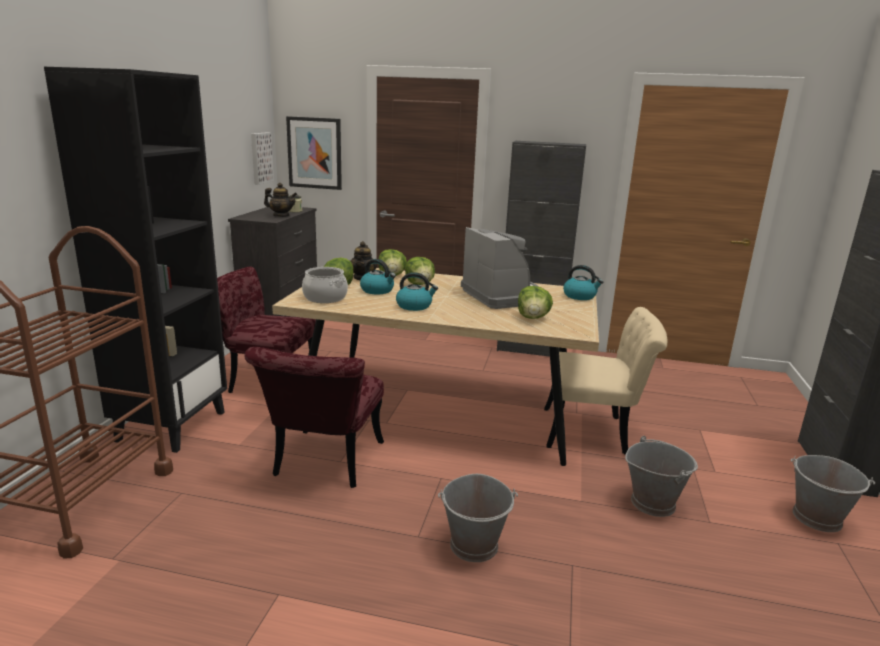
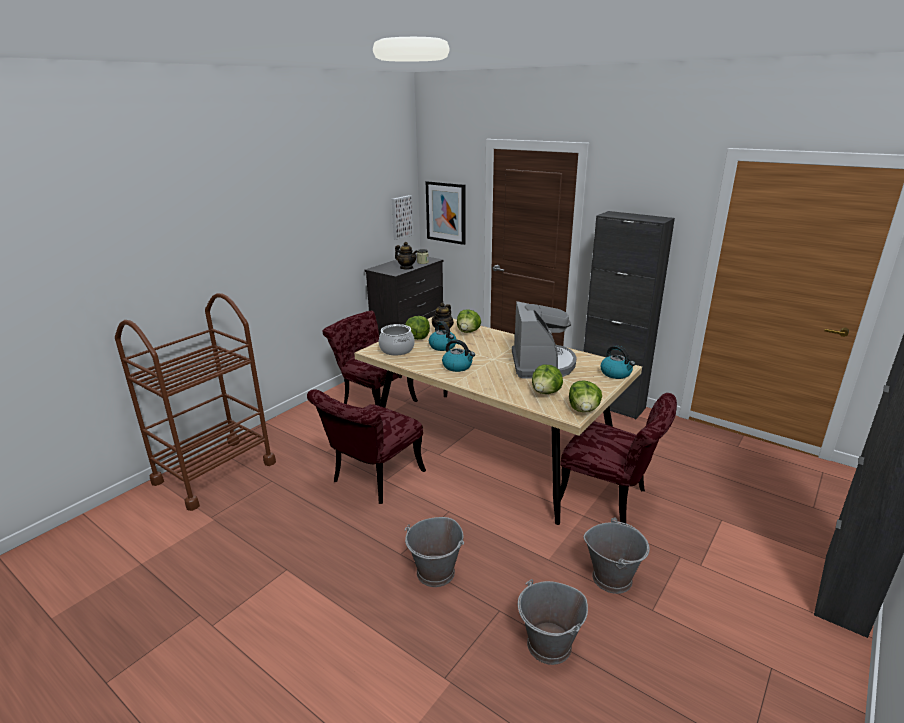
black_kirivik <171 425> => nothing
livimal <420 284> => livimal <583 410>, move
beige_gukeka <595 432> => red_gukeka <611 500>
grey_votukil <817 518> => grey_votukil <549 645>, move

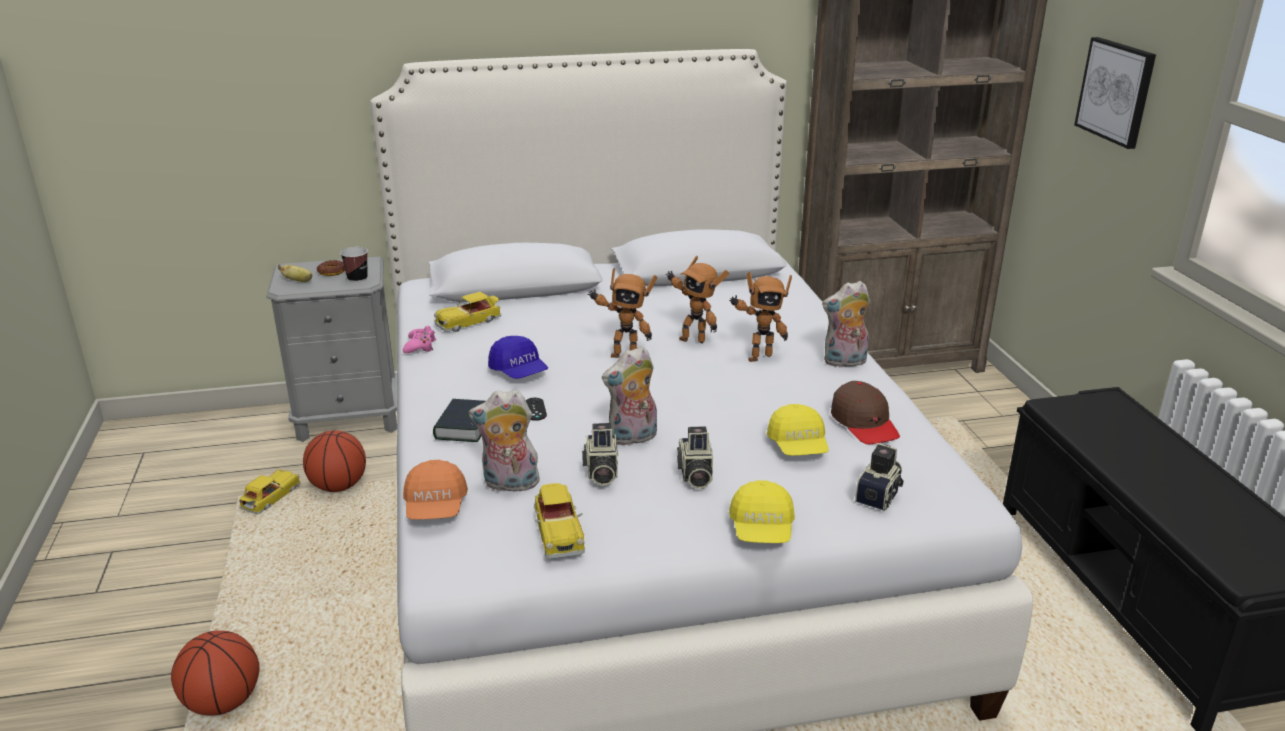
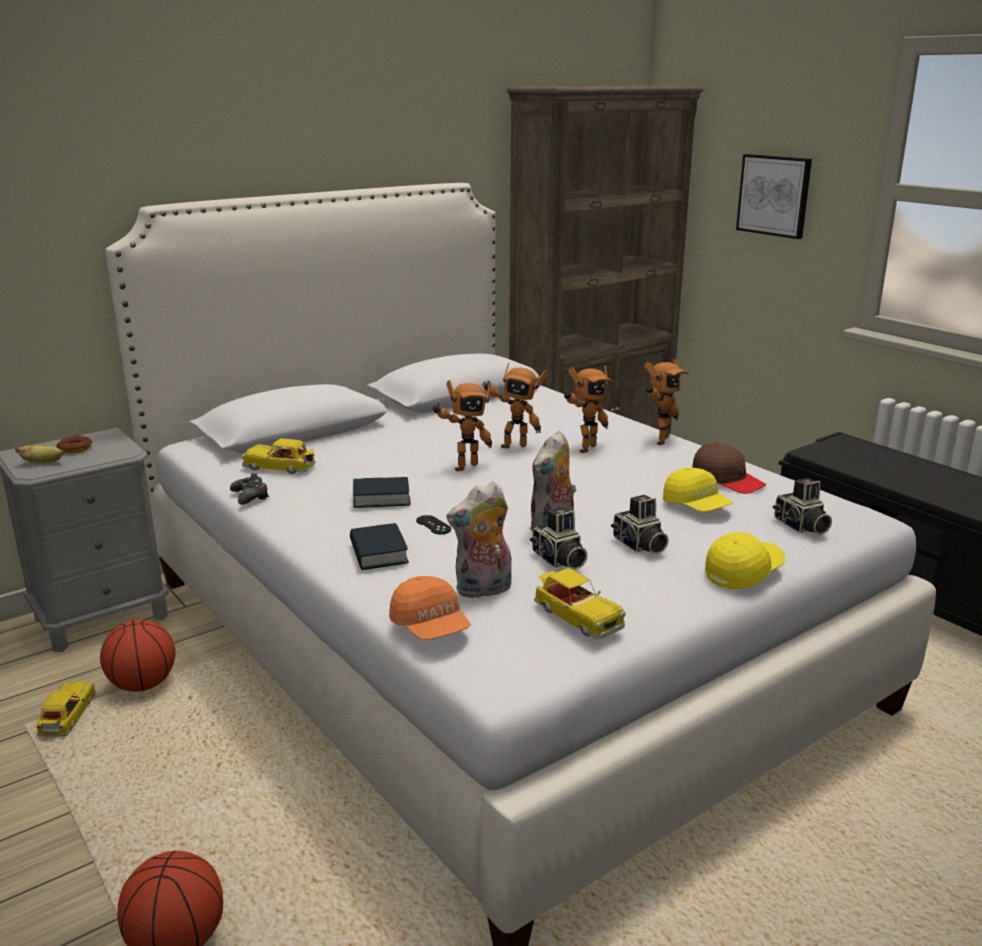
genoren <357 279> => nothing
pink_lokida <420 346> => black_lokida <250 496>
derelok <469 322> => derelok <280 467>, 75 degrees clockwise
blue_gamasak <519 372> => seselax <381 498>
yellow_gamasak <762 530> => yellow_gamasak <743 573>, 105 degrees counterclockwise
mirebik <844 362> => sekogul <659 440>
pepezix <880 495> => pepezix <800 526>, 150 degrees clockwise

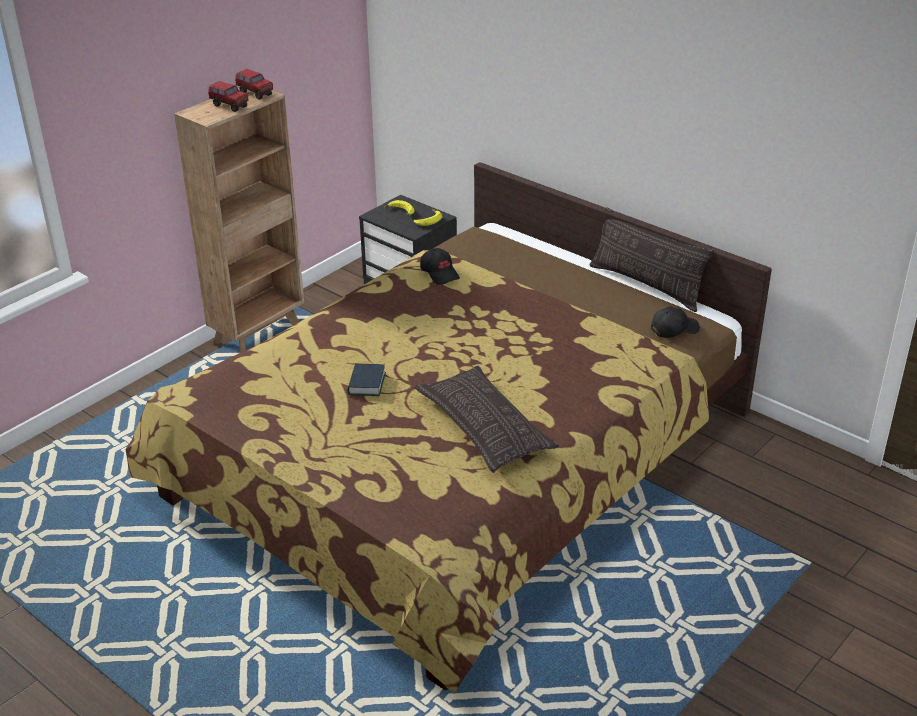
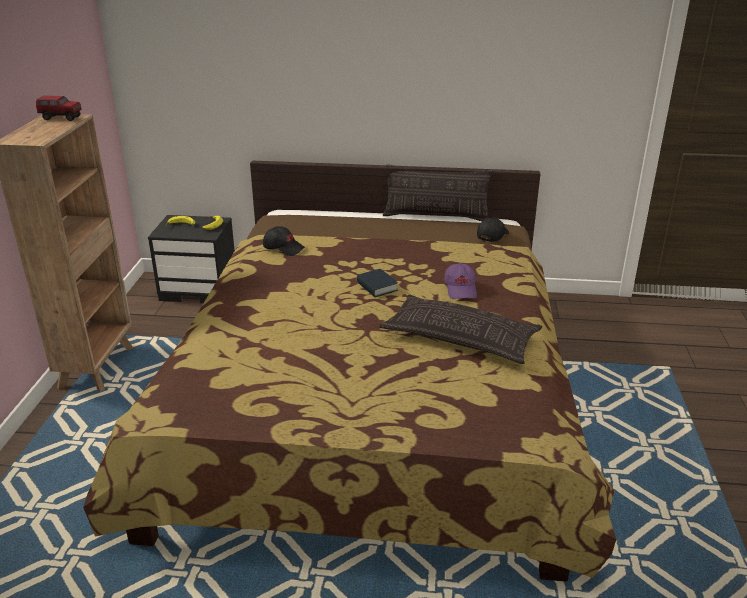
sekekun <229 106> => nothing
seselax <366 384> => seselax <377 287>, move
nothing => purple_gamasak <461 289>

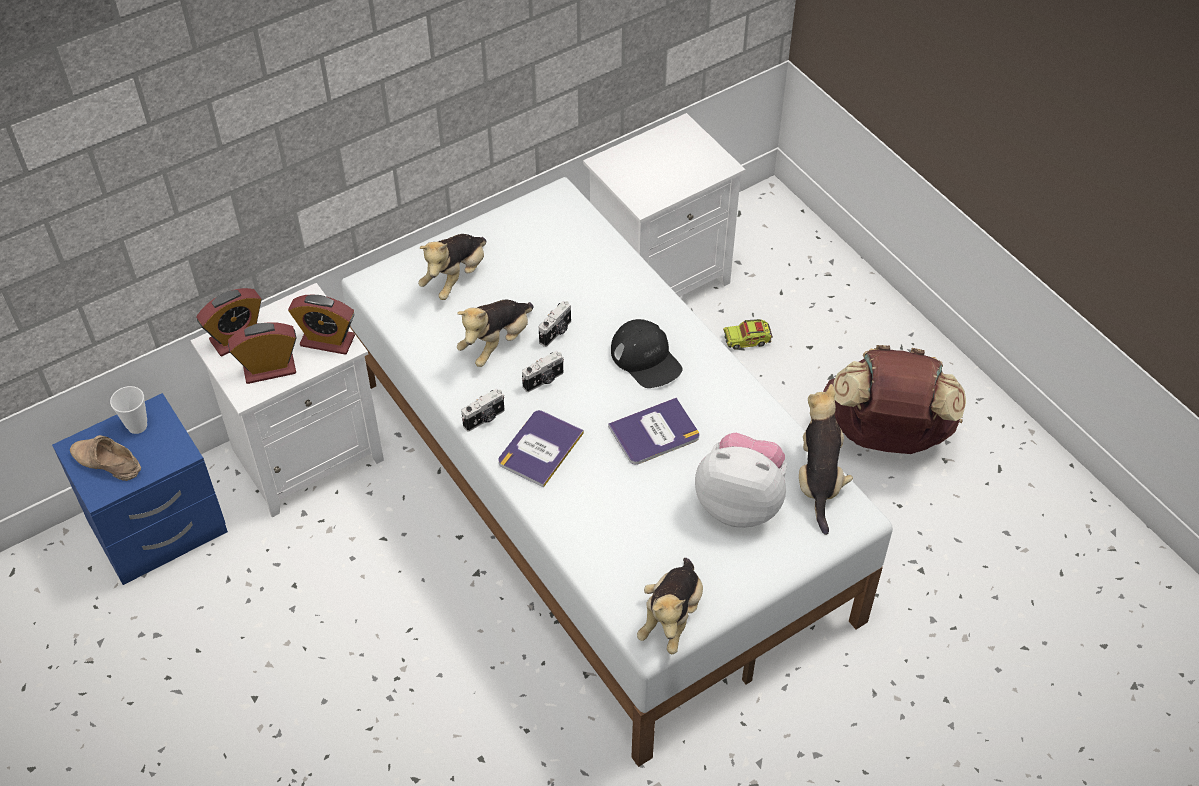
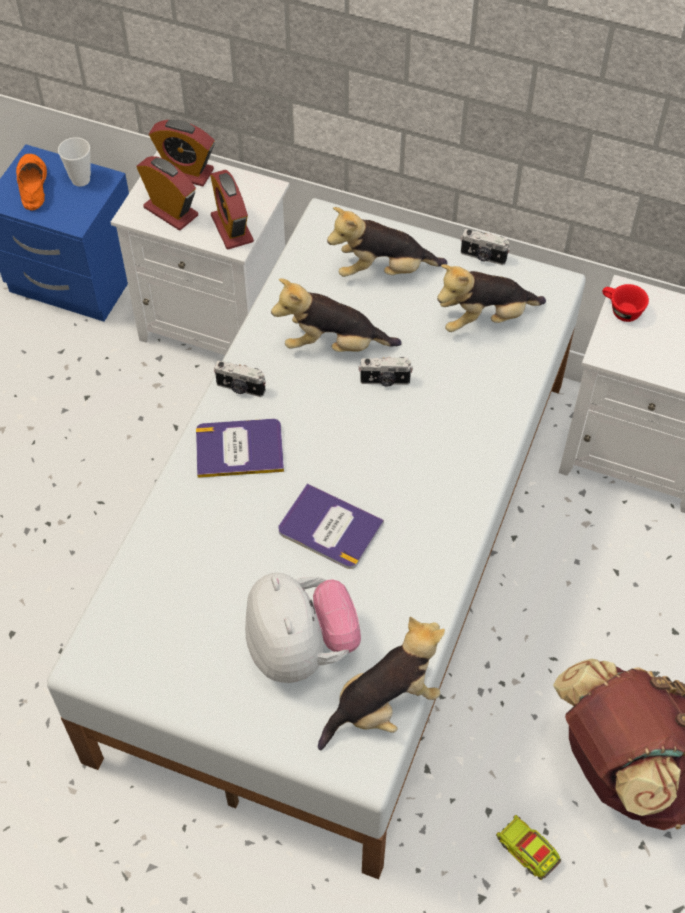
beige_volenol <105 463> => orange_volenol <31 185>
pepezix <544 380> => pepezix <483 257>, move
black_gamasak <646 358> => nothing
mirebik <671 617> => mirebik <485 319>, move
sekekun <747 339> => sekekun <527 851>, move
nothing => red_genoren <620 311>

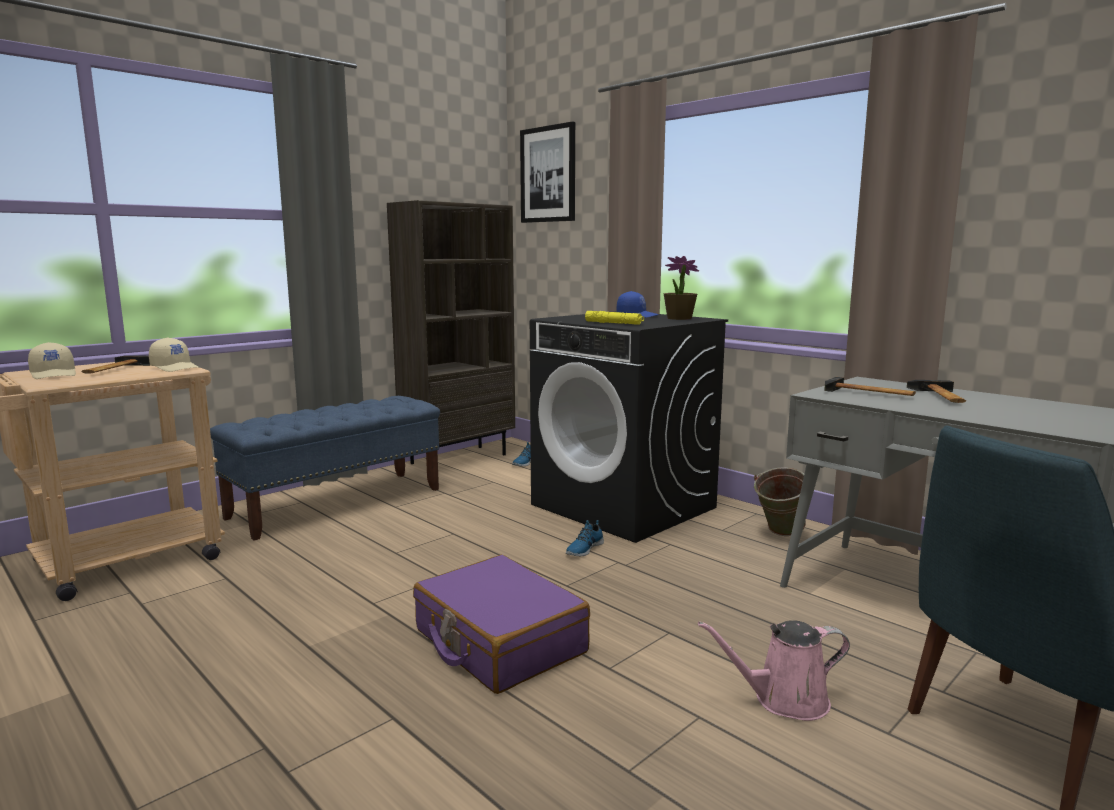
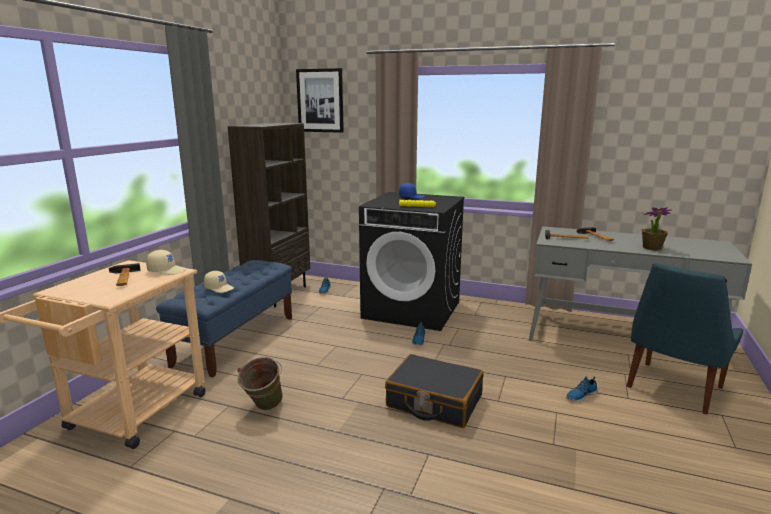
beige_gamasak <54 374> => beige_gamasak <219 288>, move
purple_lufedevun <499 642> => black_lufedevun <434 402>
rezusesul <679 318> => rezusesul <651 248>, move
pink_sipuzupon <784 700> => volenol <580 395>
green_votukil <779 534> => green_votukil <263 409>, move

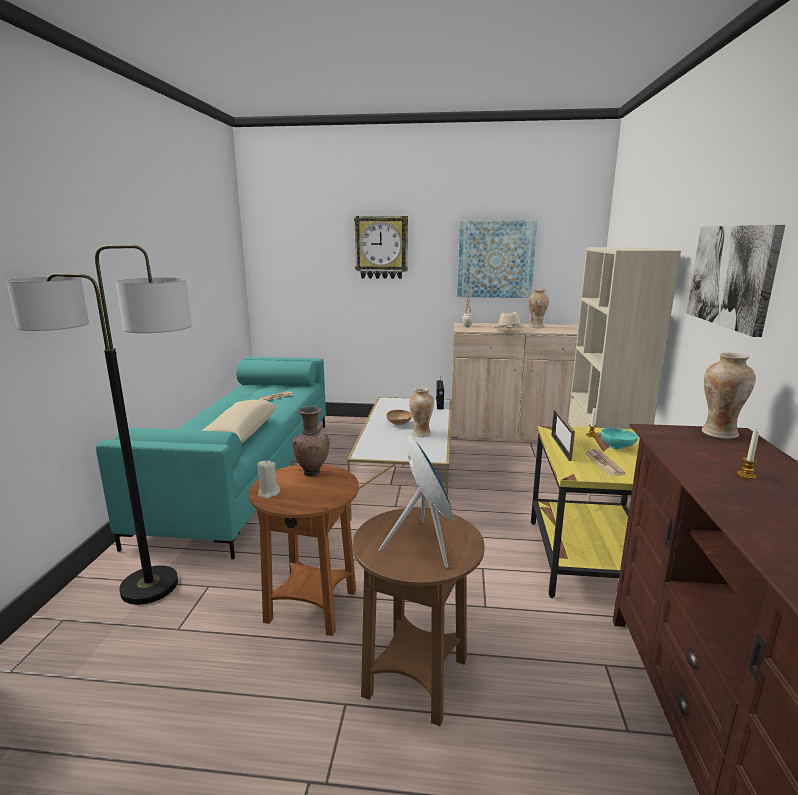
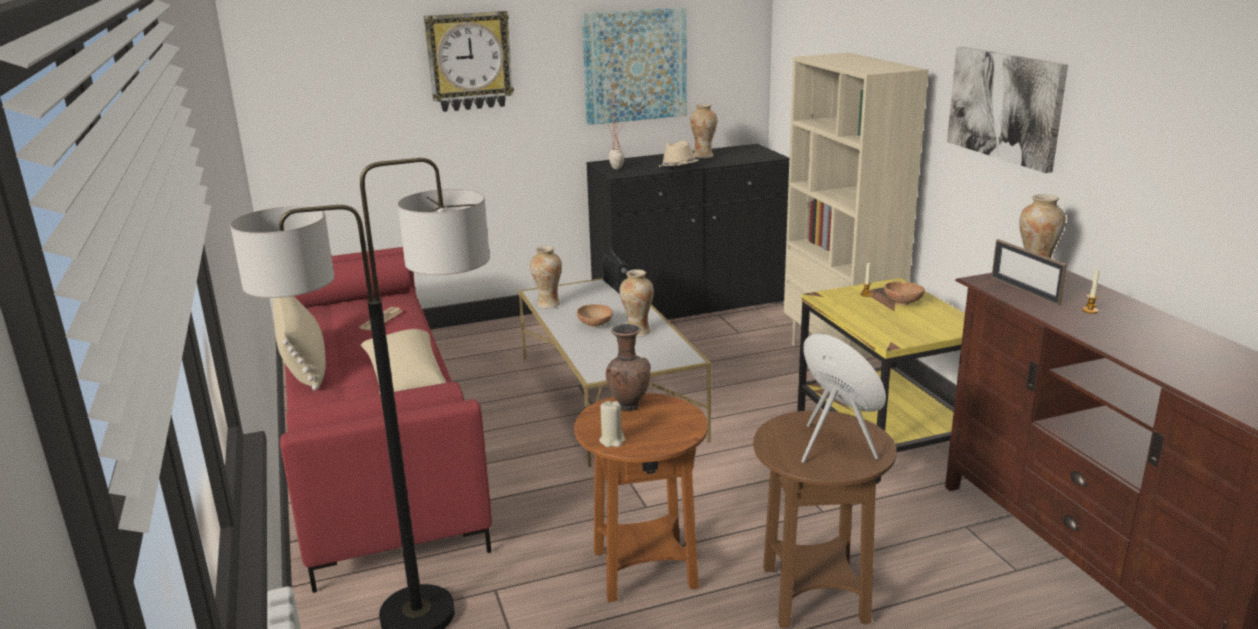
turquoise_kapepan <245 473> => red_kapepan <375 445>
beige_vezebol <515 432> => black_vezebol <689 305>
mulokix <560 447> => mulokix <1024 290>, move
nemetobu <604 463> => nothing
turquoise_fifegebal <618 447> => brown_fifegebal <903 303>
nothing => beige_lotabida <304 362>
nothing => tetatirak <548 304>

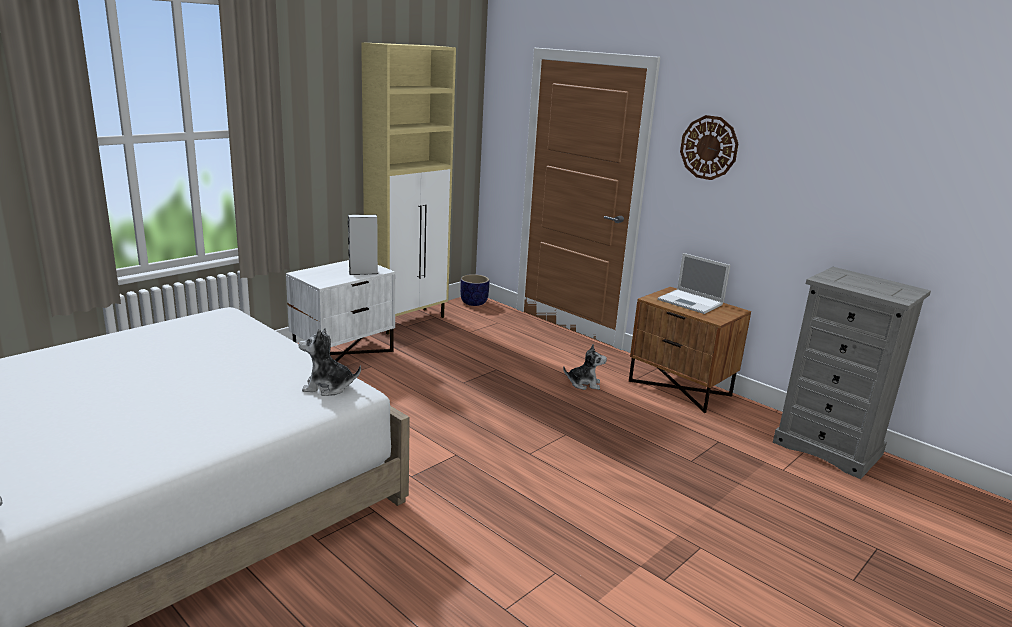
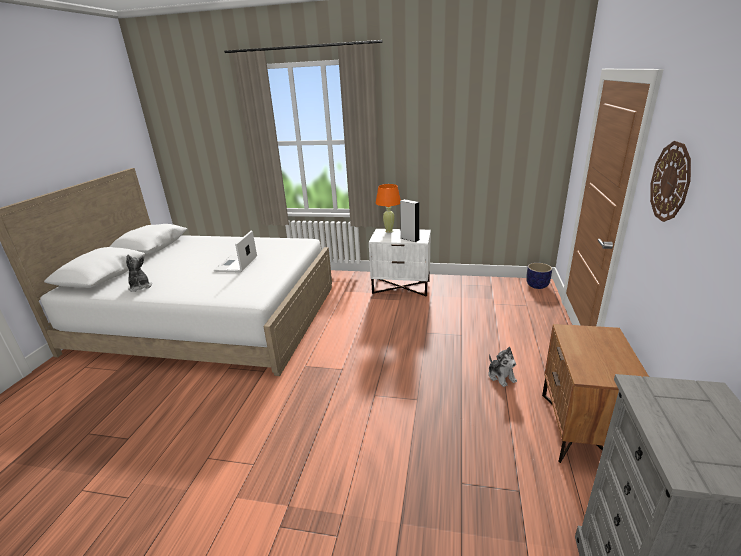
mirebik <328 387> => mirebik <140 287>, move
beige_vezebol <408 321> => nothing
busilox <691 302> => busilox <236 264>, move
nothing => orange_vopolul <389 231>

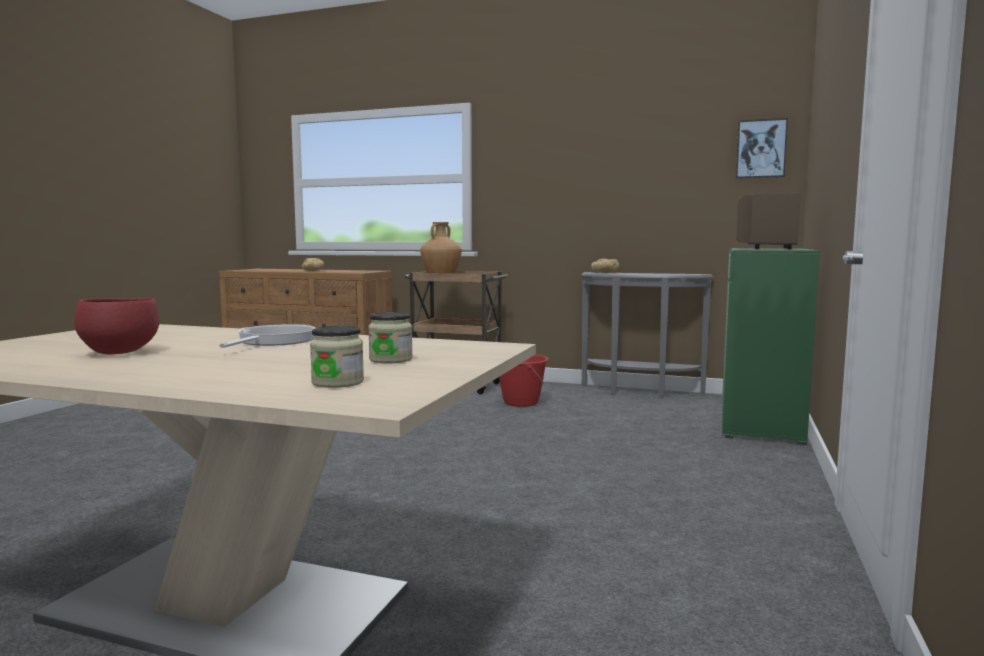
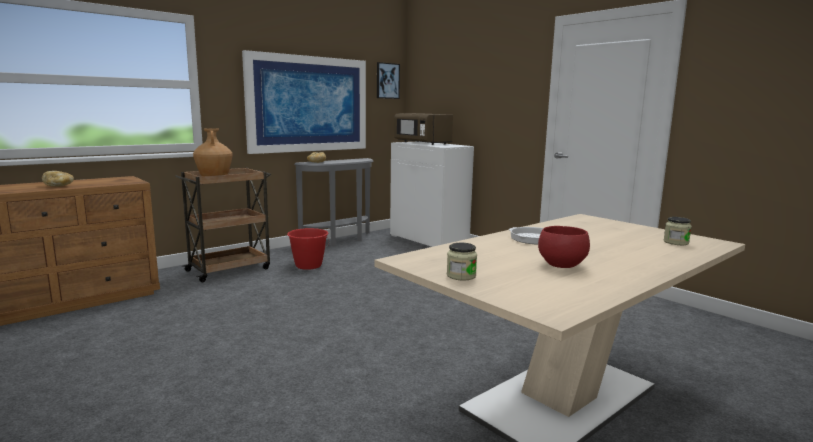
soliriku <390 359> => soliriku <461 276>, move
green_vezebol <761 422> => white_vezebol <429 240>
nothing => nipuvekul <308 104>

